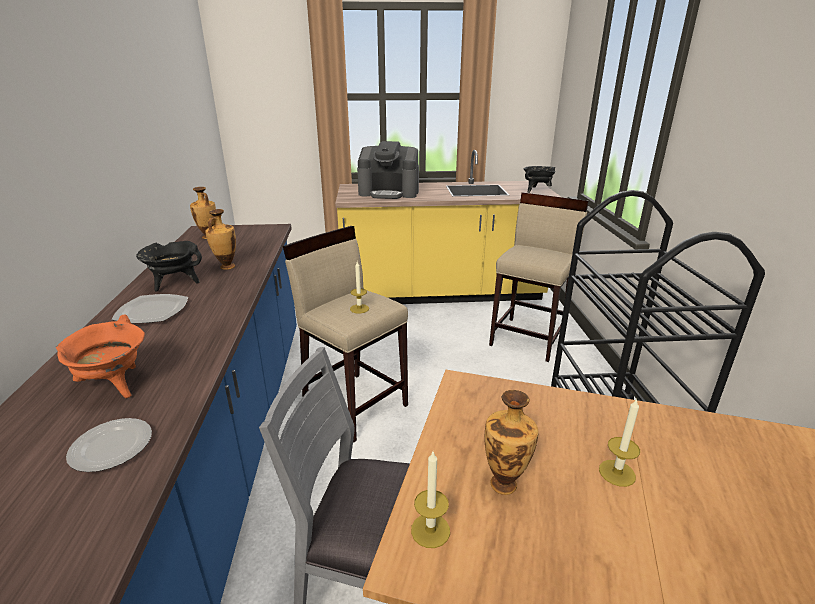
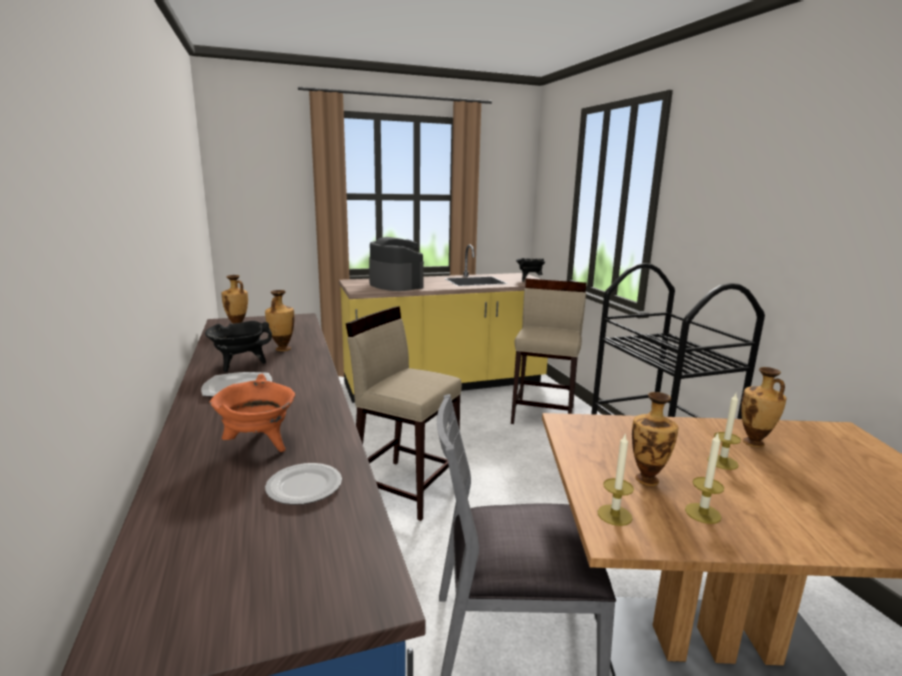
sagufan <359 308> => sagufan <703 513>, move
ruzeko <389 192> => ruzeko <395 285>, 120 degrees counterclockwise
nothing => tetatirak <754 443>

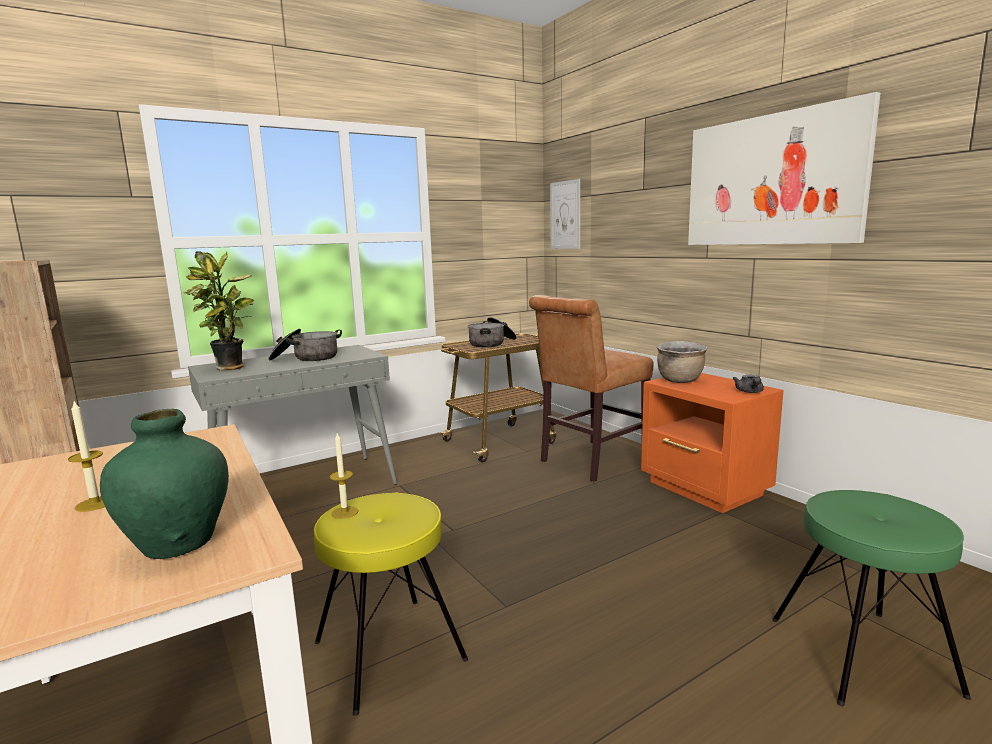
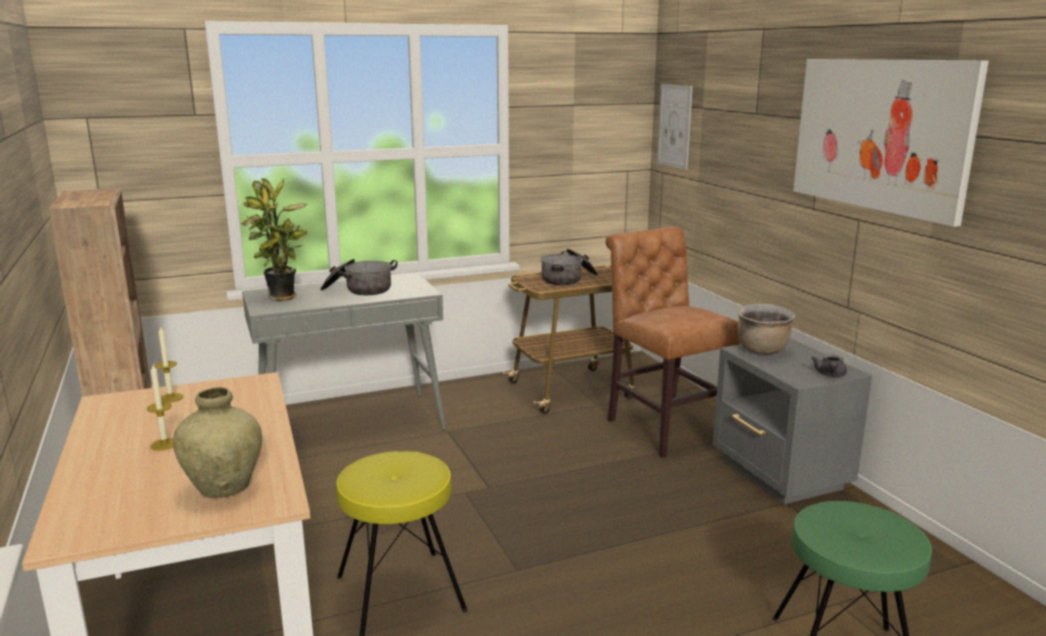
green_tetatirak <178 545> => beige_tetatirak <224 488>
sagufan <345 512> => sagufan <170 398>, move
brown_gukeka <589 462> => brown_gukeka <663 427>, 90 degrees clockwise
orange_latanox <705 489> => grey_latanox <780 474>

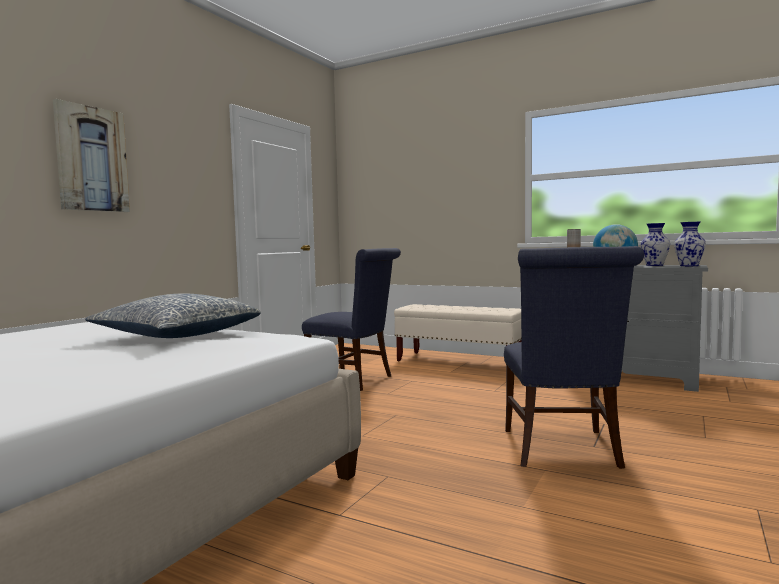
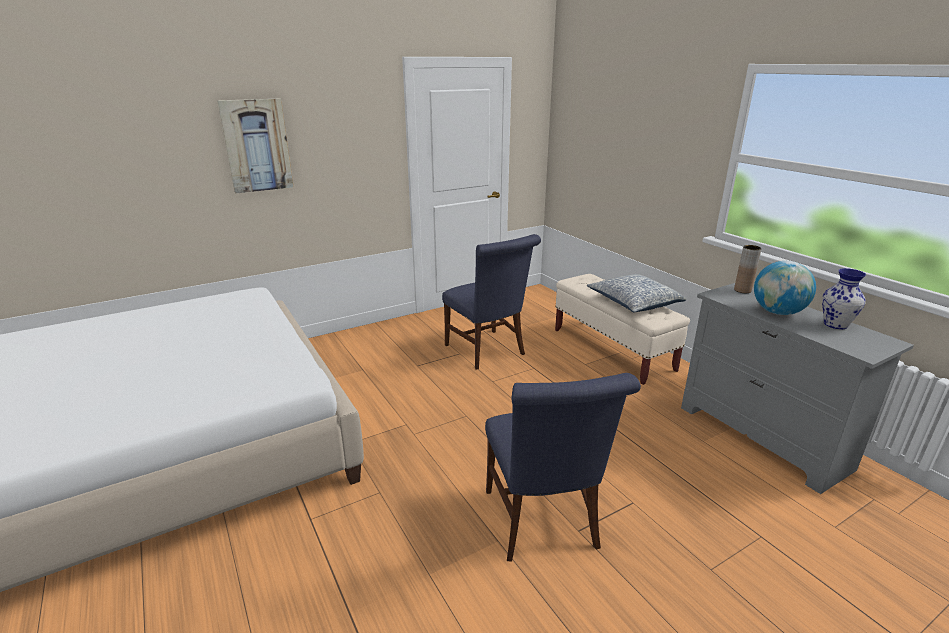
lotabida <176 336> => lotabida <633 303>, move
blue_gukeka <563 450> => blue_gukeka <543 523>, 45 degrees counterclockwise
tetatirak <689 266> => nothing

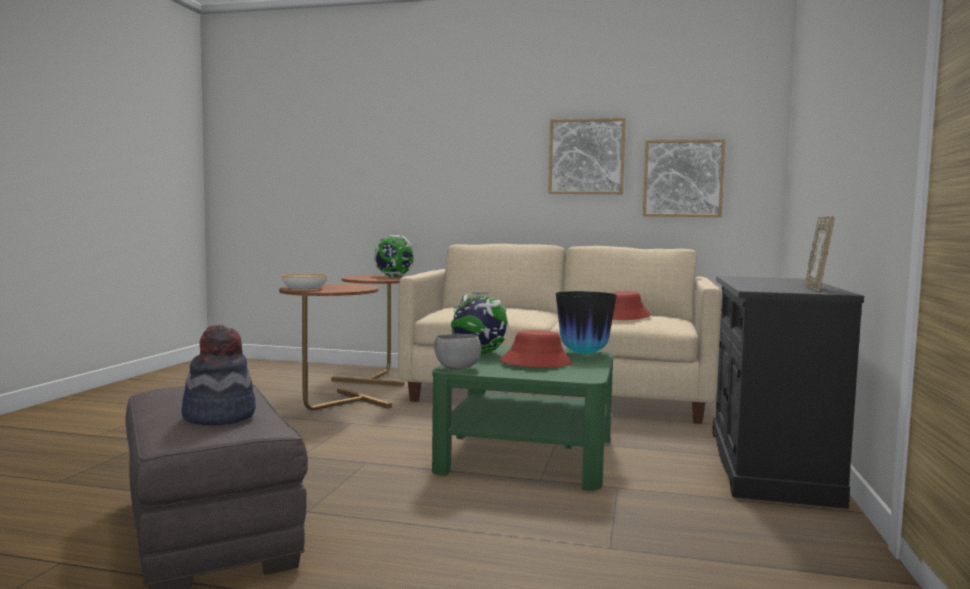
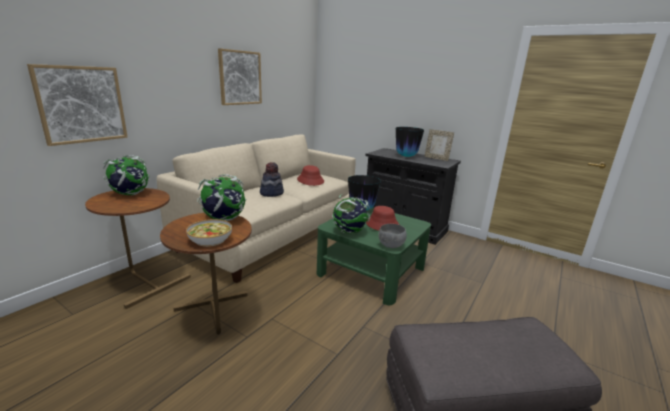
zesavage <219 416> => zesavage <271 193>, move
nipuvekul <683 178> => nipuvekul <81 104>, move
nothing => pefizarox <224 219>
nothing => tetatirak <406 156>

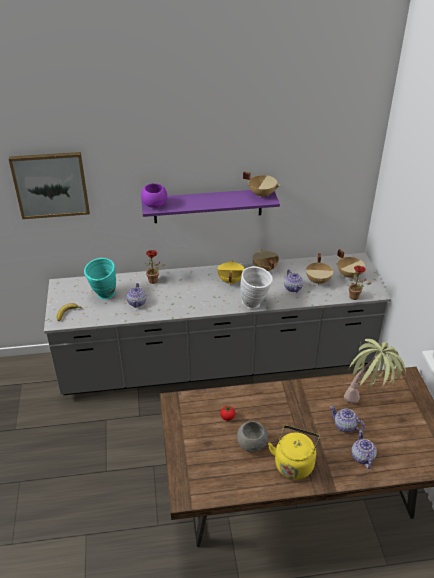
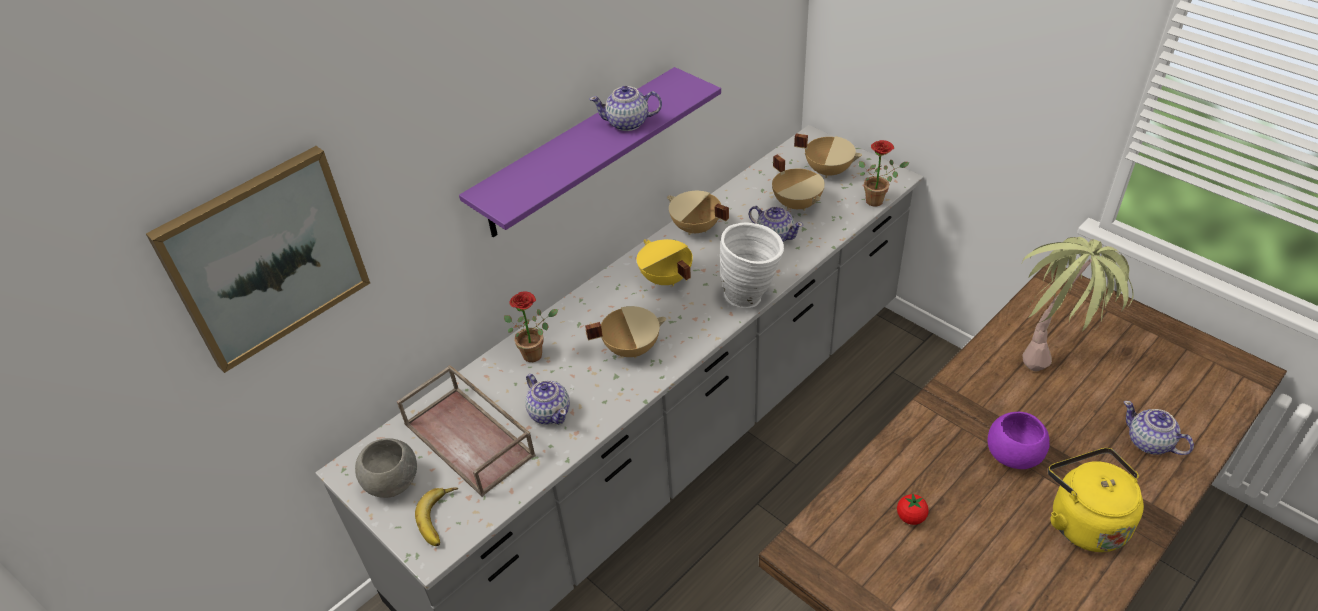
turquoise_tetatirak <103 296> => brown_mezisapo <471 439>
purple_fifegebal <154 204> => purple_fifegebal <1012 454>, move
grey_fifegebal <252 444> => grey_fifegebal <392 481>, move
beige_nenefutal <262 194> => beige_nenefutal <631 347>, move
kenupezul <345 426> => kenupezul <628 123>, move

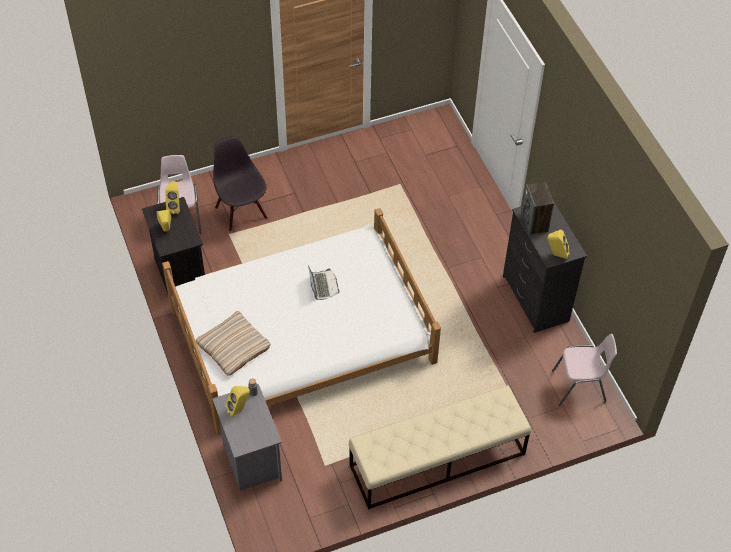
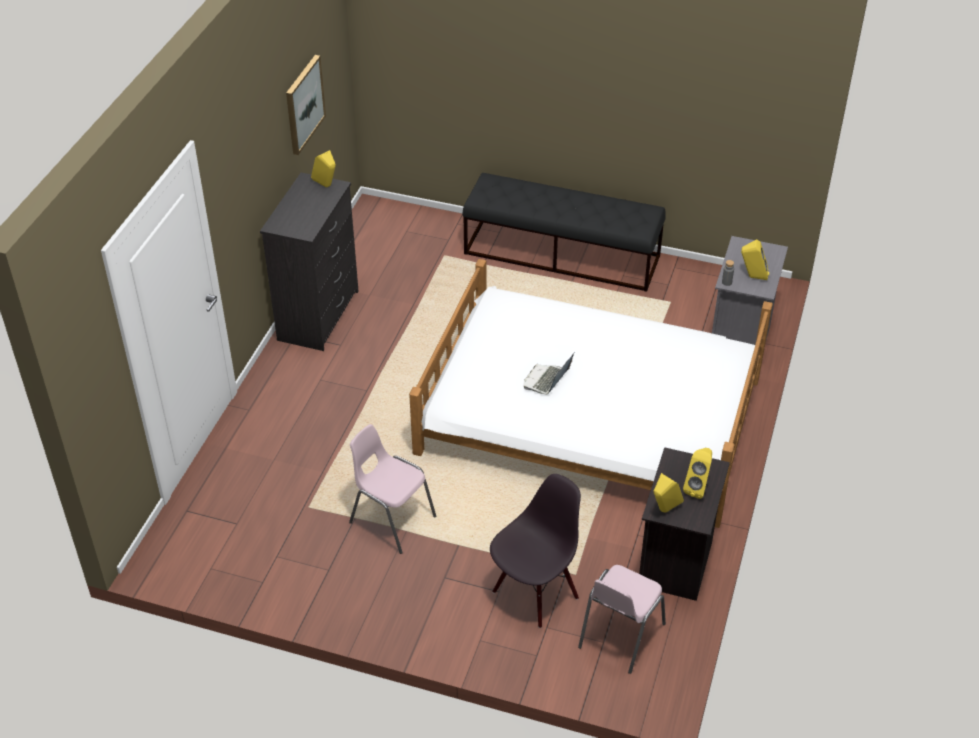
beige_lotabida <233 346> => nothing
black_gukeka <241 212> => black_gukeka <535 593>, 150 degrees counterclockwise
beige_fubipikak <437 460> => black_fubipikak <562 255>
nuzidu <534 222> => nothing
pink_gukeka <579 387> => pink_gukeka <391 519>, move
nothing => nipuvekul <304 104>

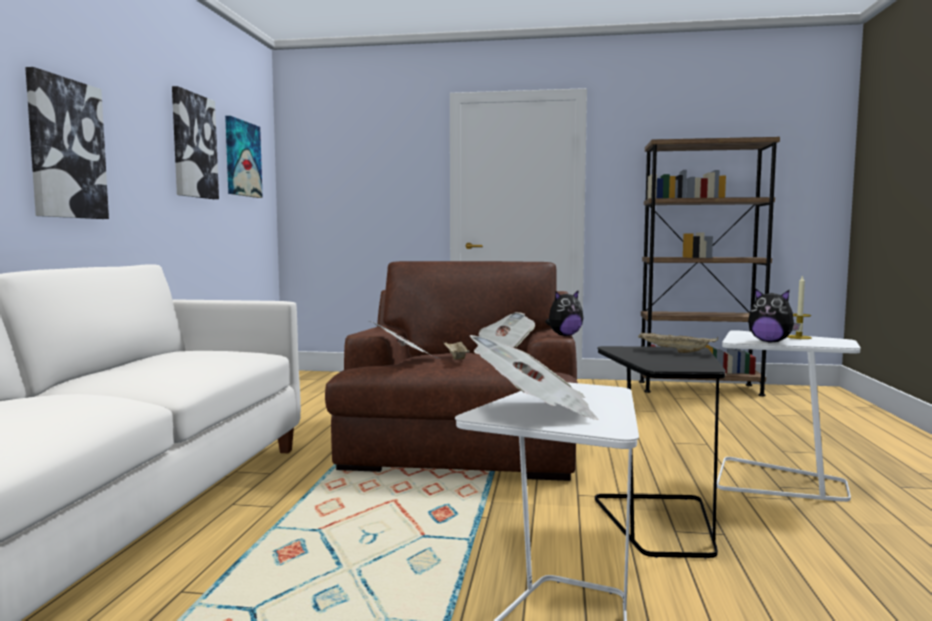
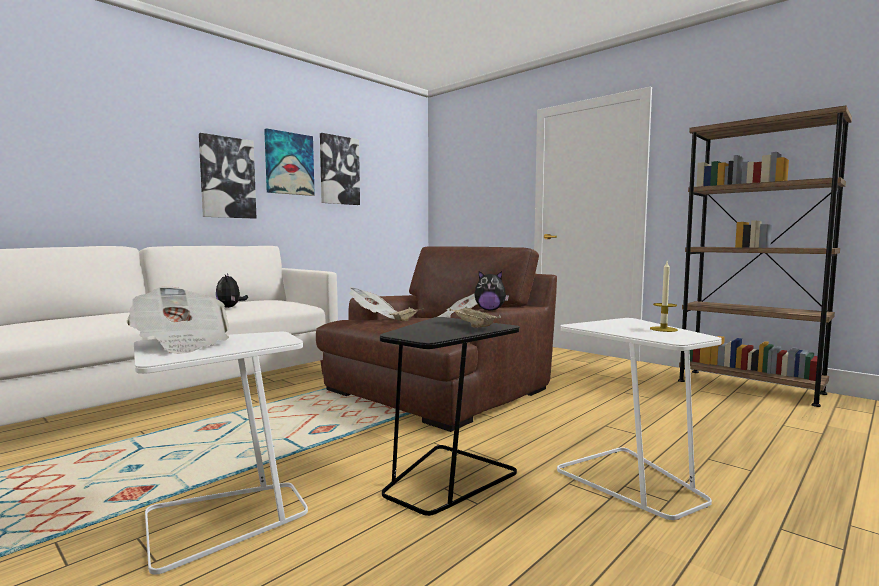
nipuvekul <242 159> => nipuvekul <289 163>, move
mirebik <770 342> => mirebik <230 307>, move

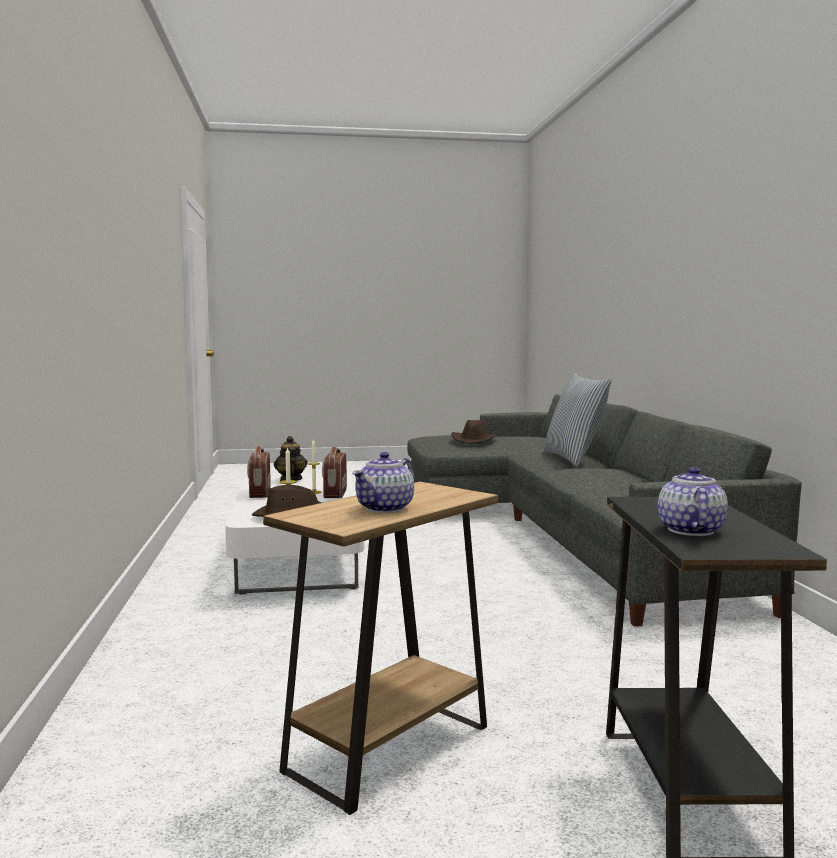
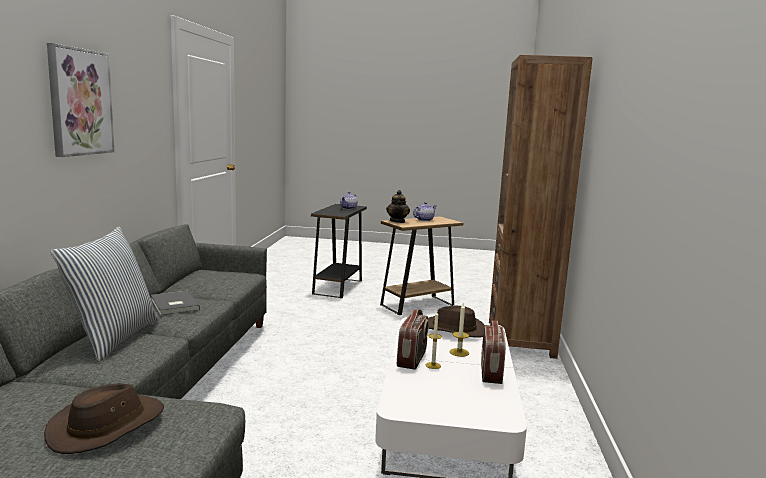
kenupezul <290 480> => kenupezul <397 221>, move
nothing => nipuvekul <80 102>
nothing => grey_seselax <173 305>
nothing => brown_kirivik <521 341>

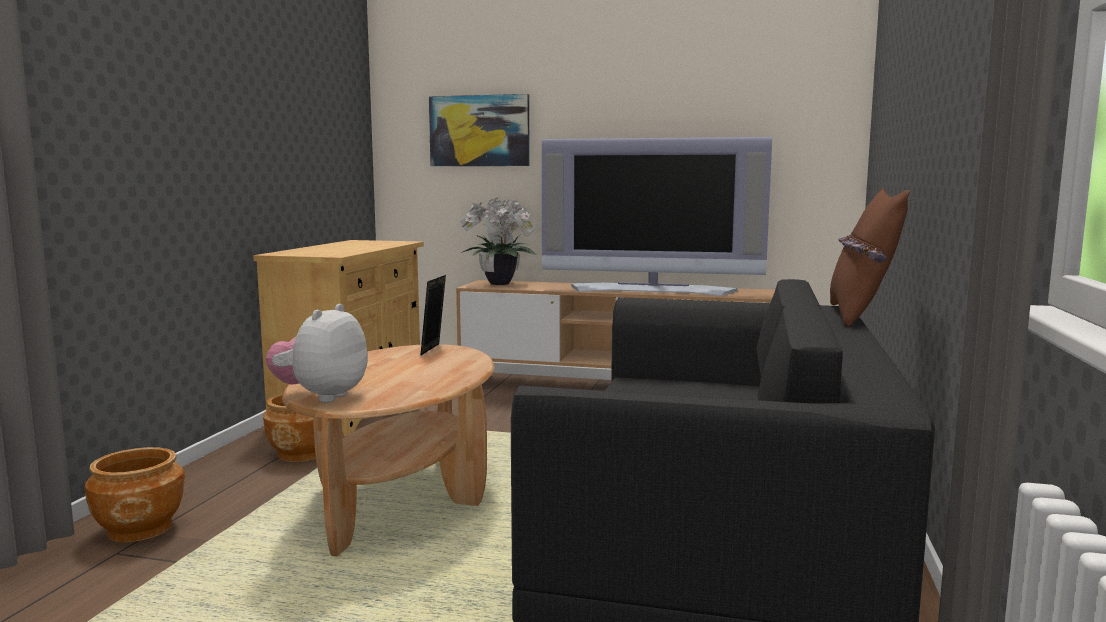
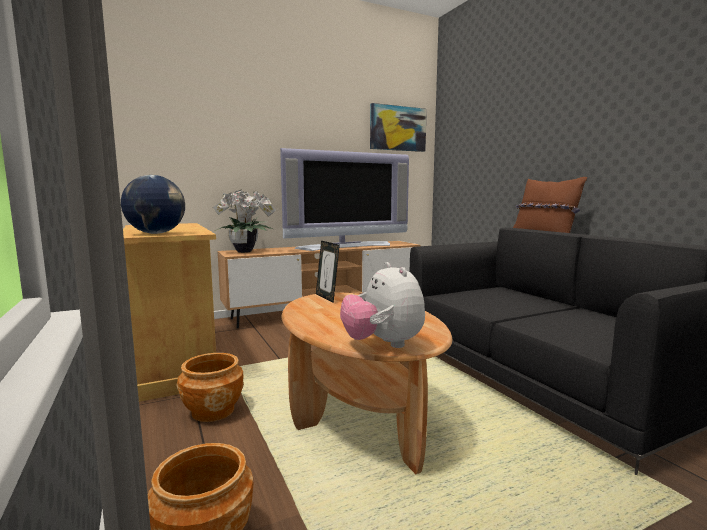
nipuvekul <479 131> => nipuvekul <398 128>, move
nothing => pefizarox <156 233>

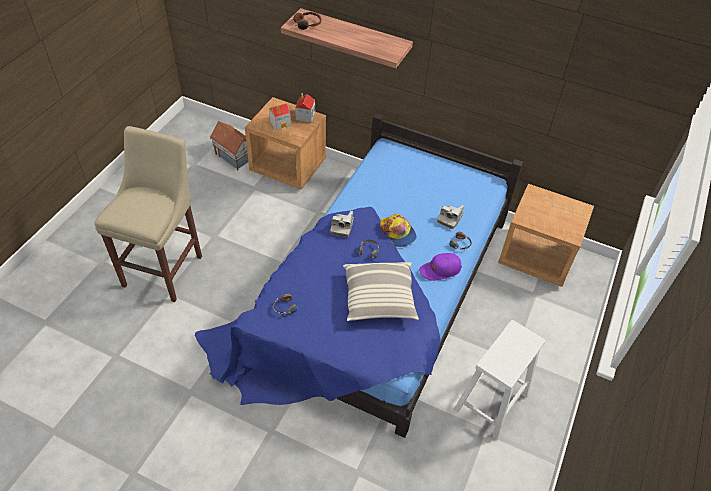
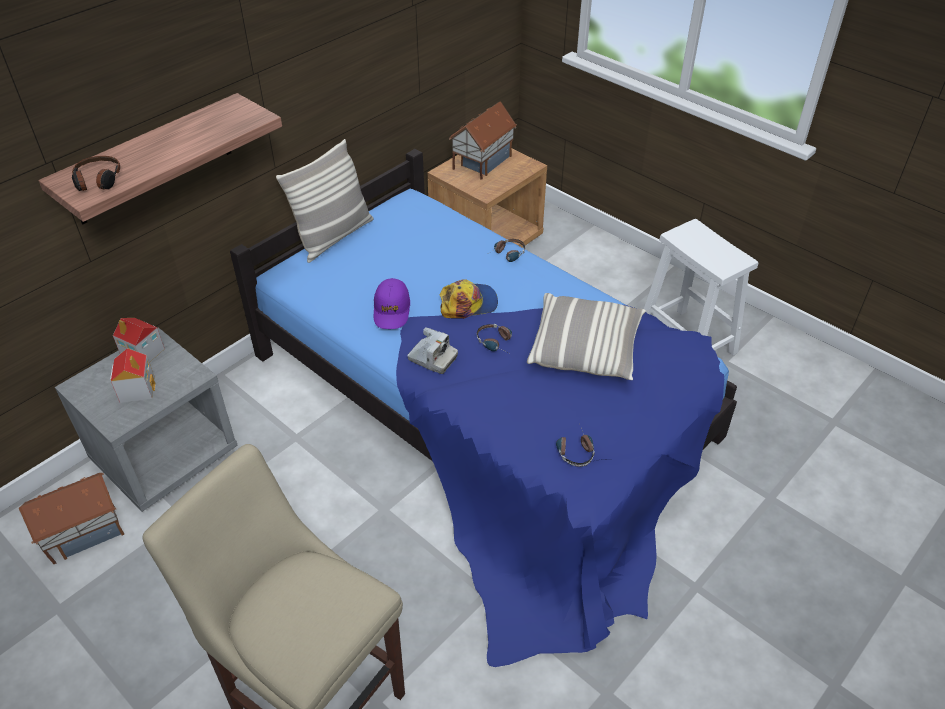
brown_latanox <288 166> => grey_latanox <165 455>
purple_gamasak <440 270> => purple_gamasak <392 310>, move
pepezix <450 218> => nothing
nothing => lotabida <333 237>
nothing => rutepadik <481 162>

